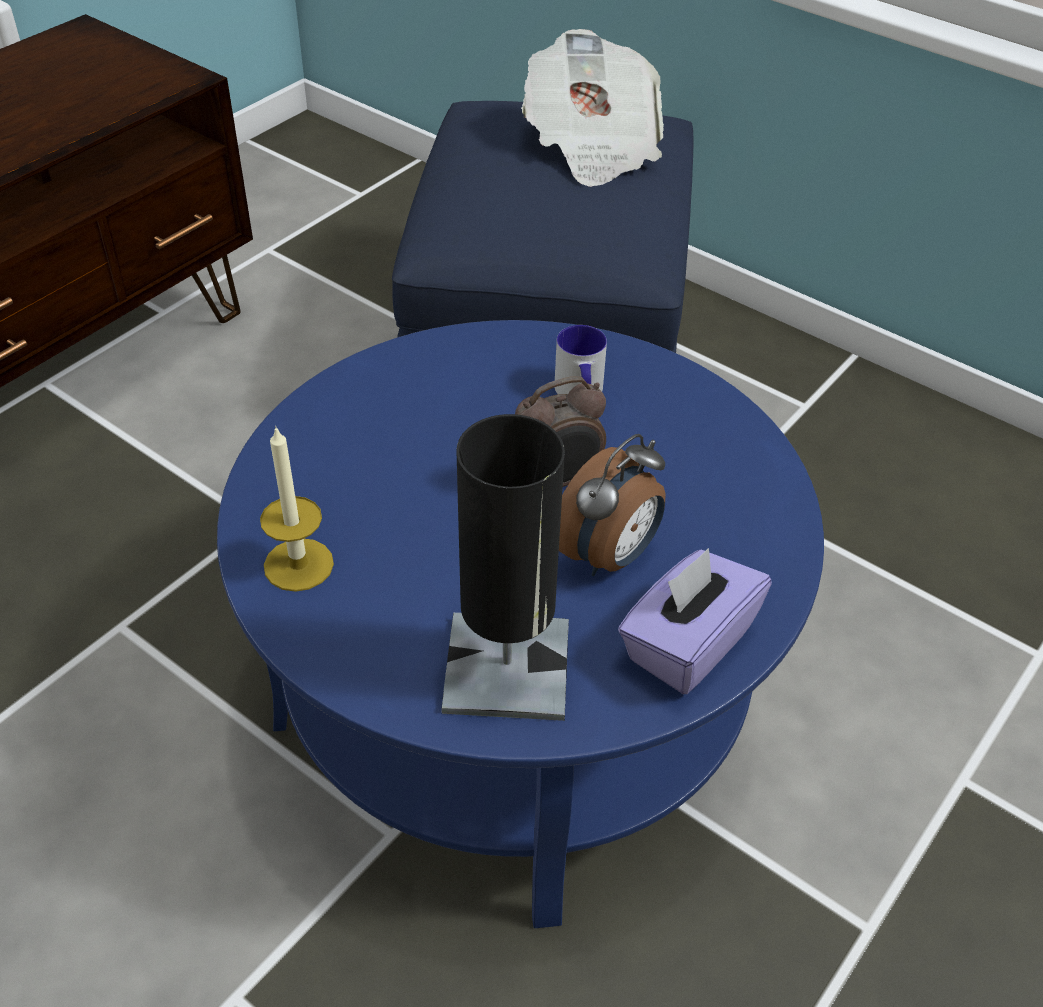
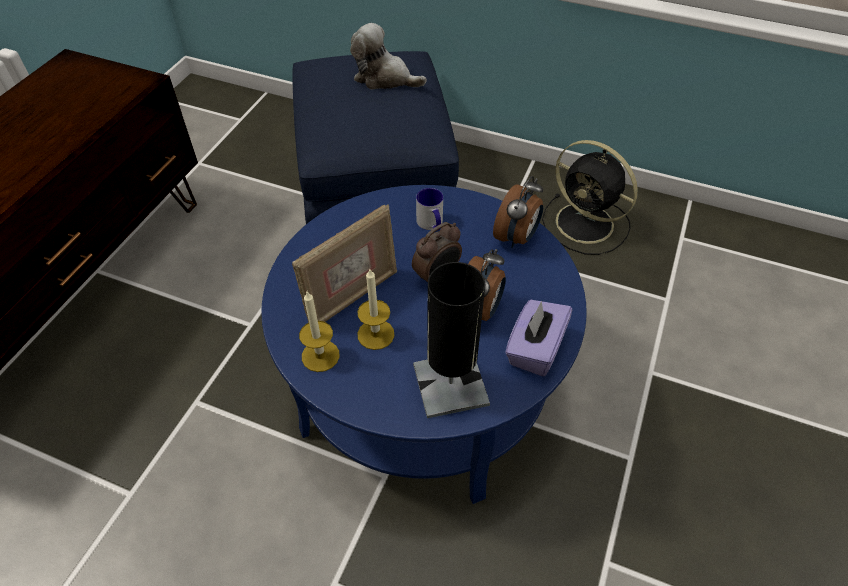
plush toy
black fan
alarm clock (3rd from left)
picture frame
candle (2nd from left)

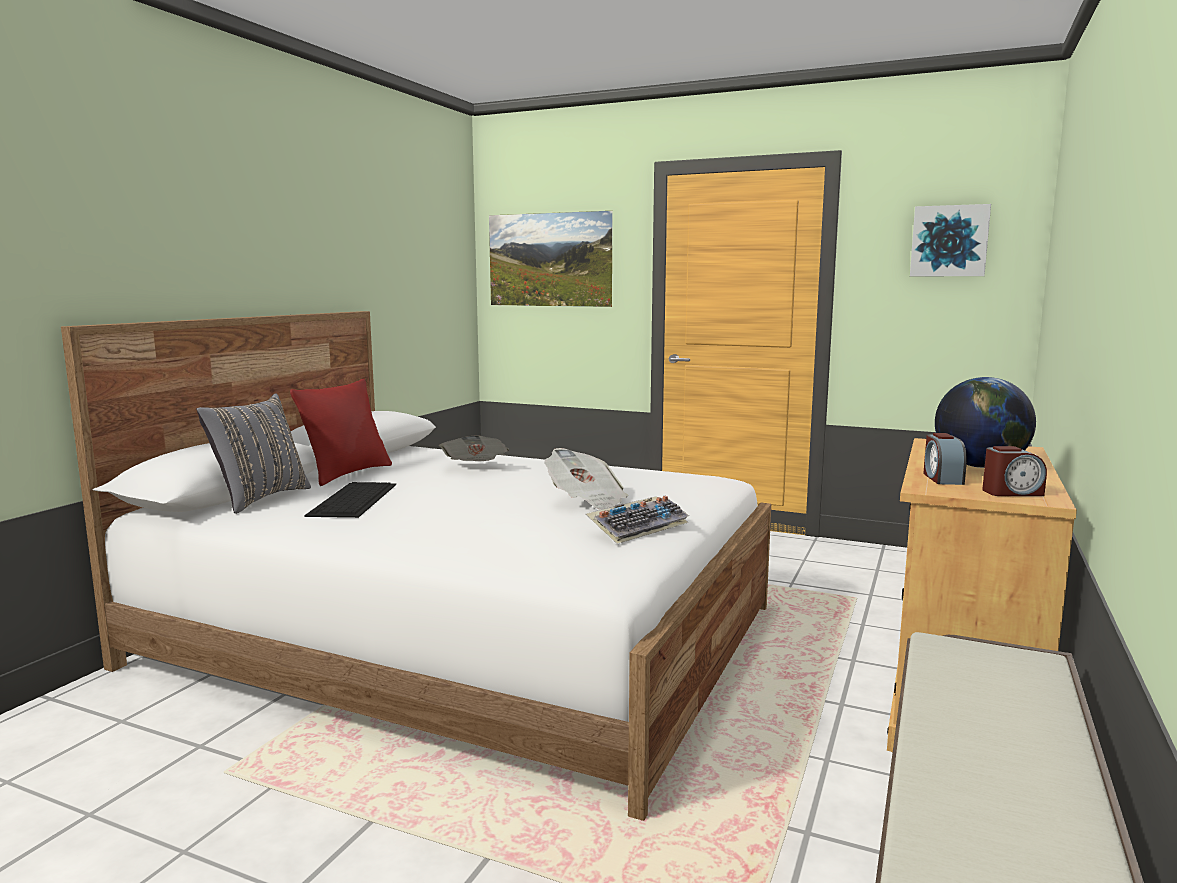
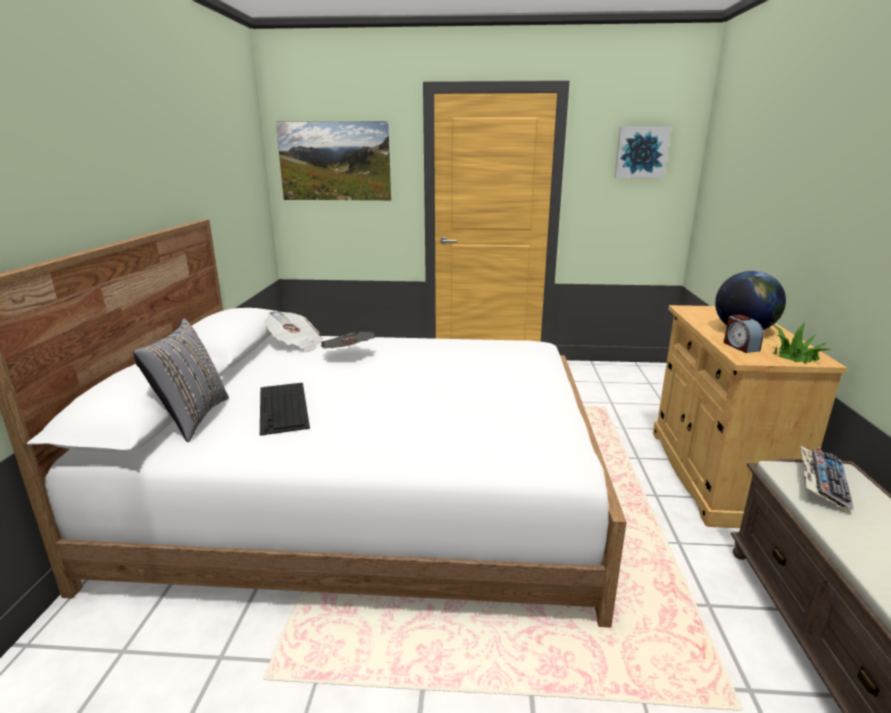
red pillow
potted plant
newspaper (1st from left)
keyboard (2nd from left)

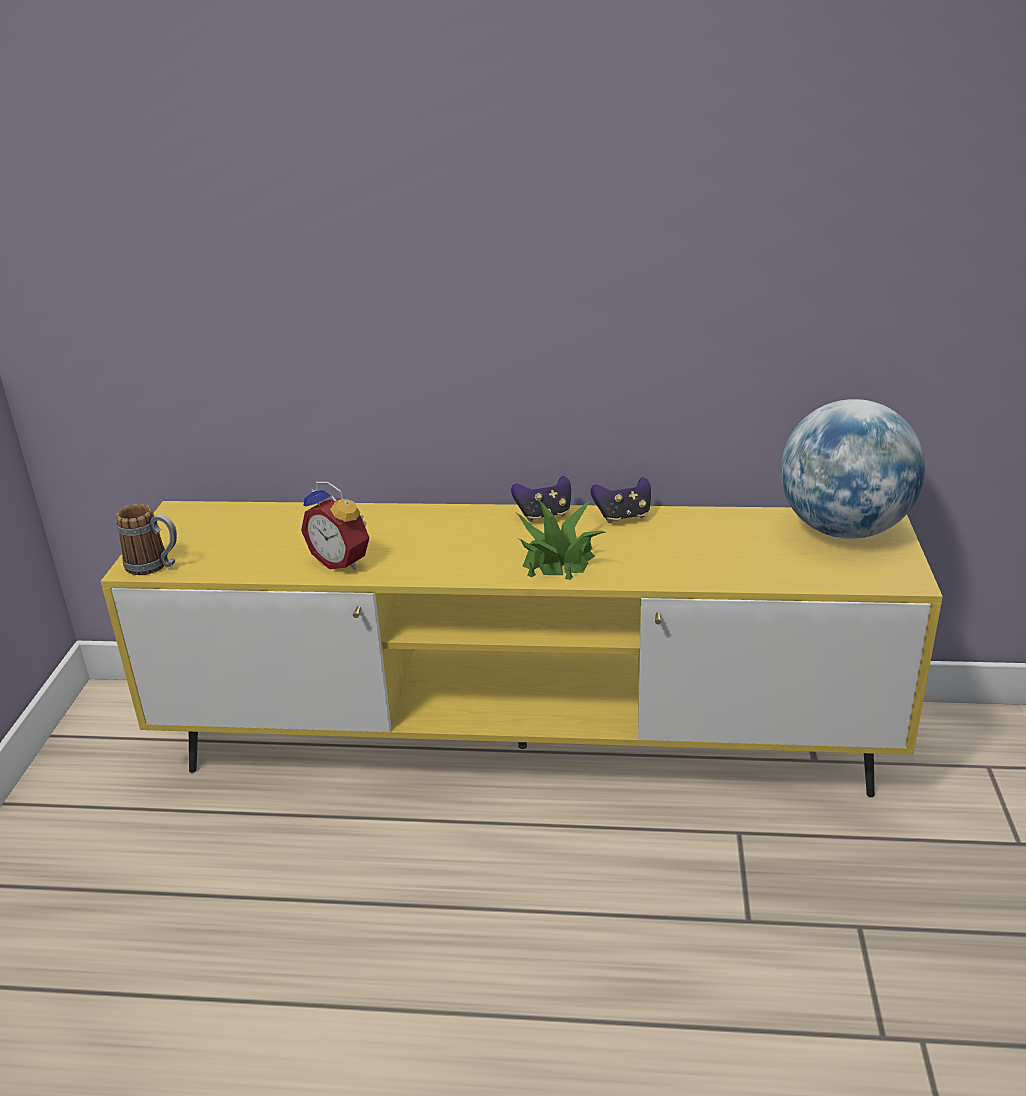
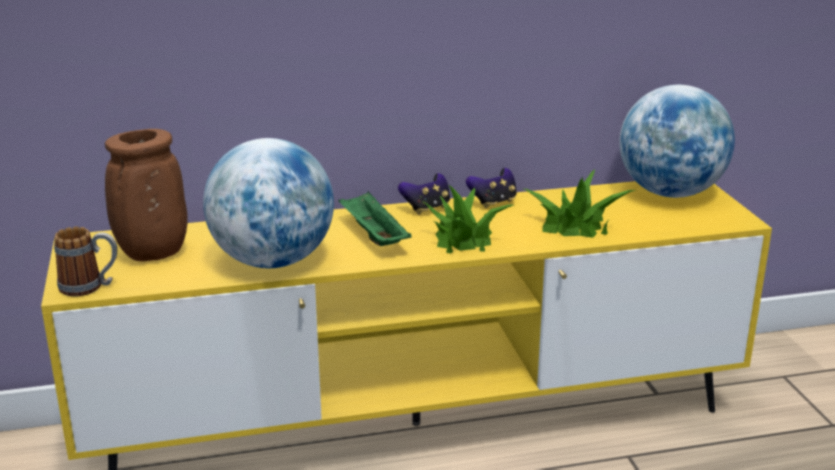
globe (1st from left)
brown vase
potted plant (2nd from left)
green tray

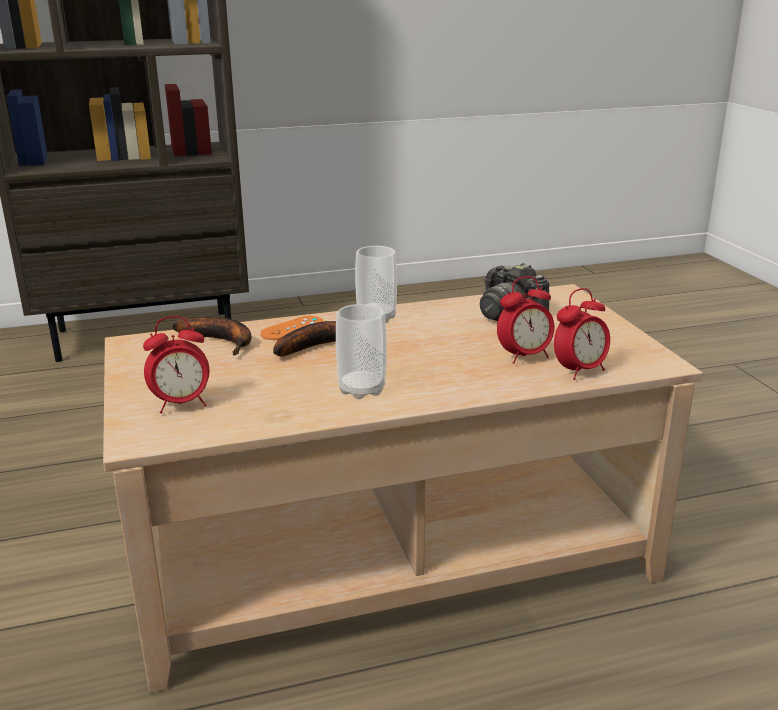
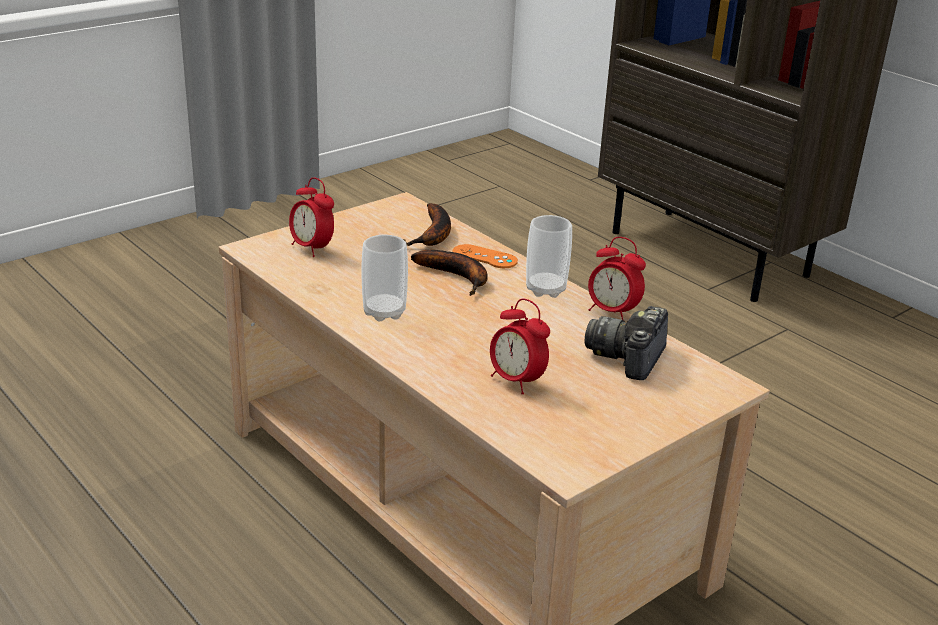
alarm clock (3rd from left)

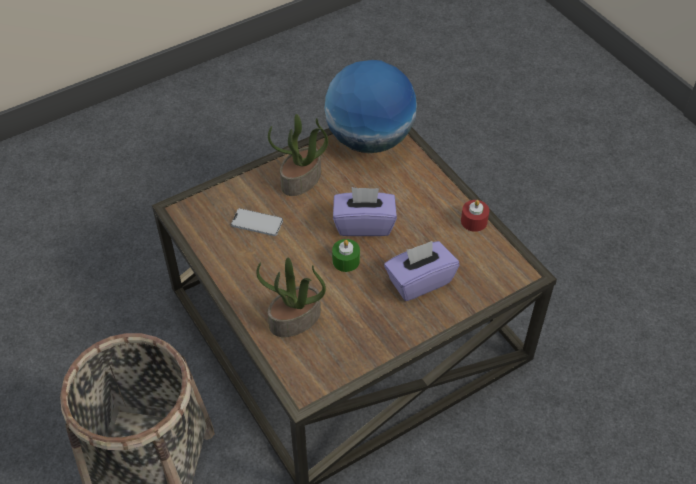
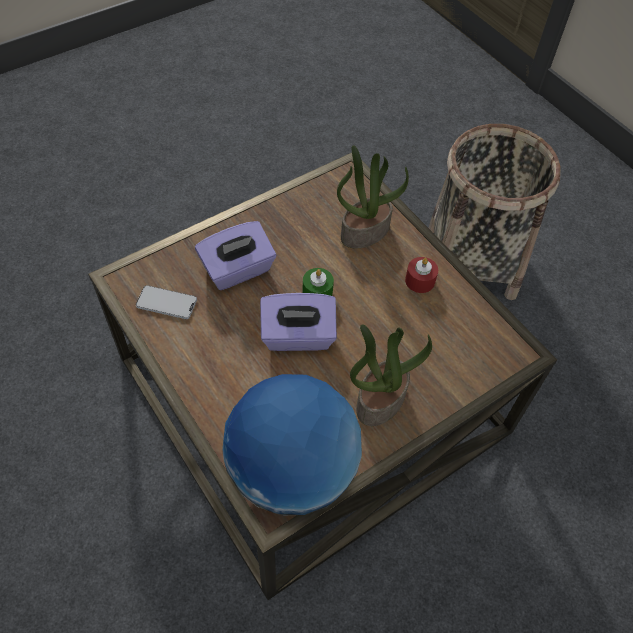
red candle
phone

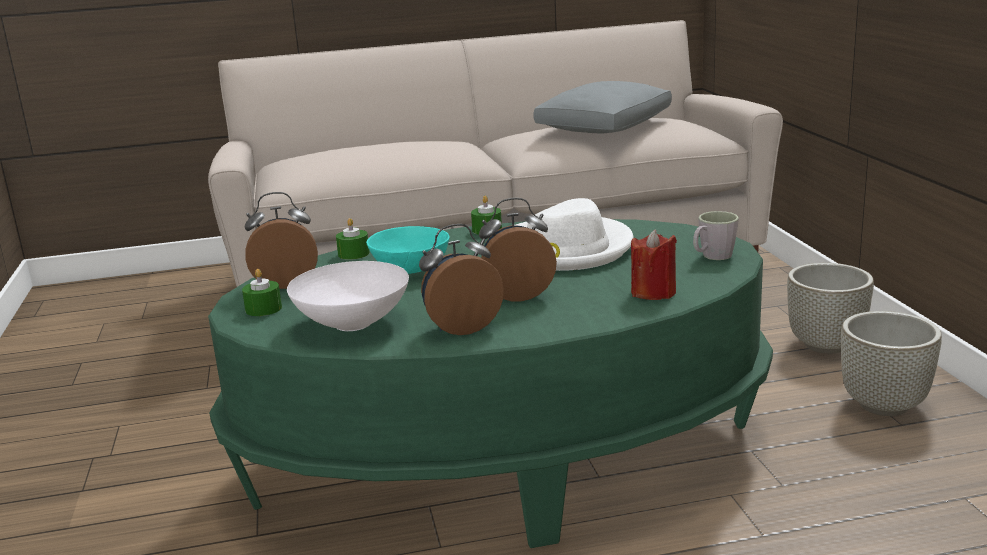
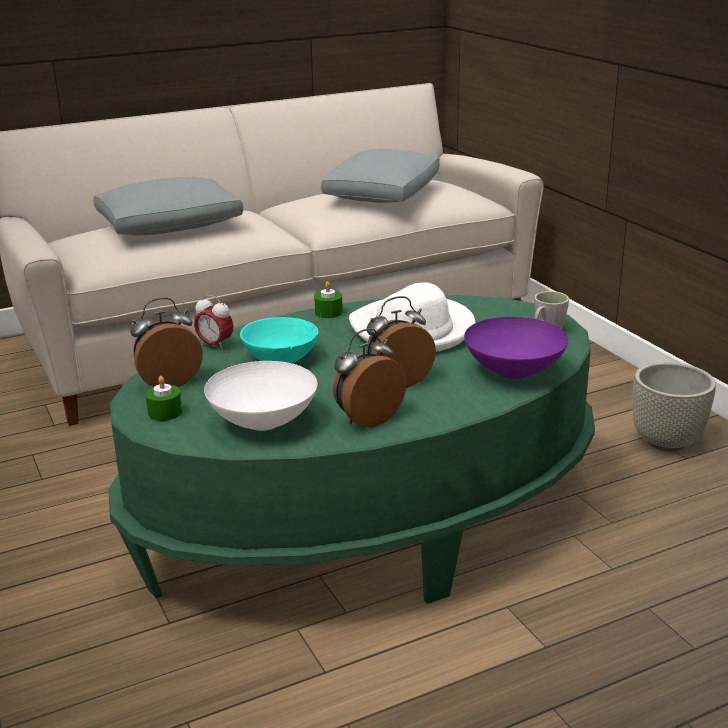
alarm clock (2nd from left)
purple bowl
grey planter (1st from left in the first image)
grey pillow (1st from left)

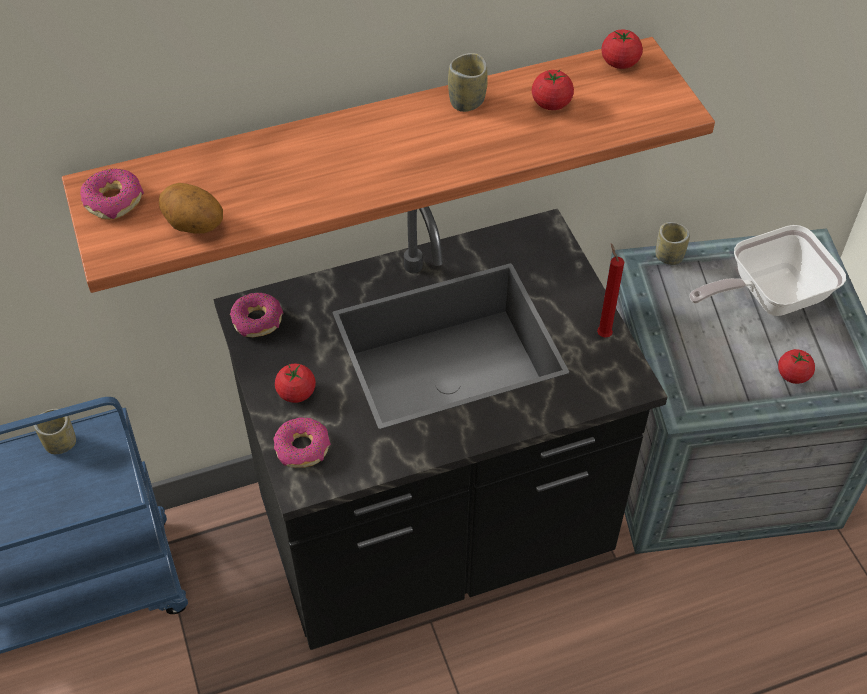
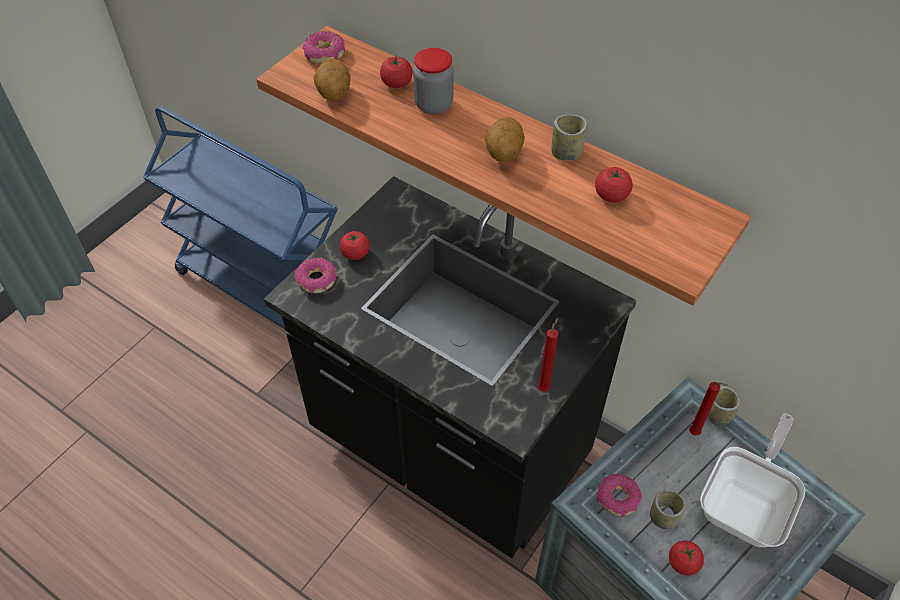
tomato (2nd from left)
frying pan
donut (3rd from left)
cup (2nd from left)
jar
potato (2nd from left)
red candle (2nd from left)

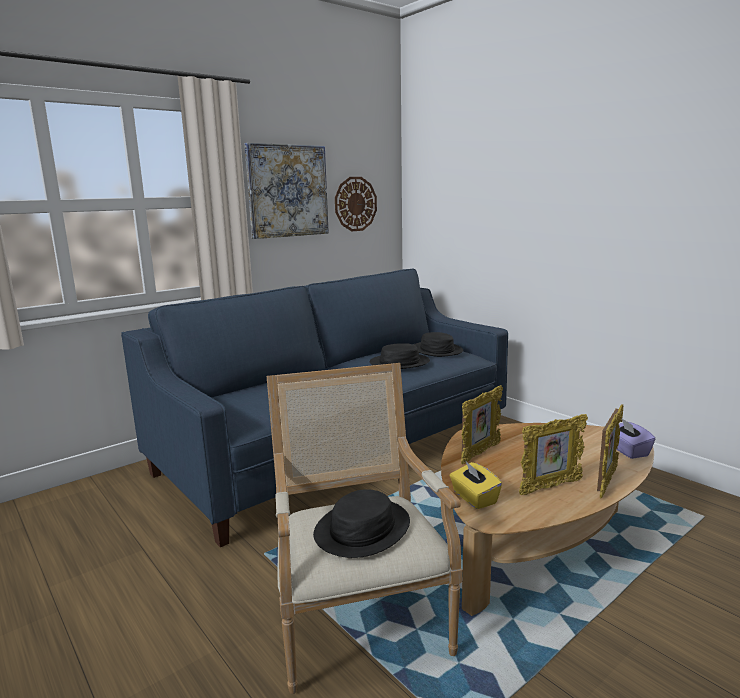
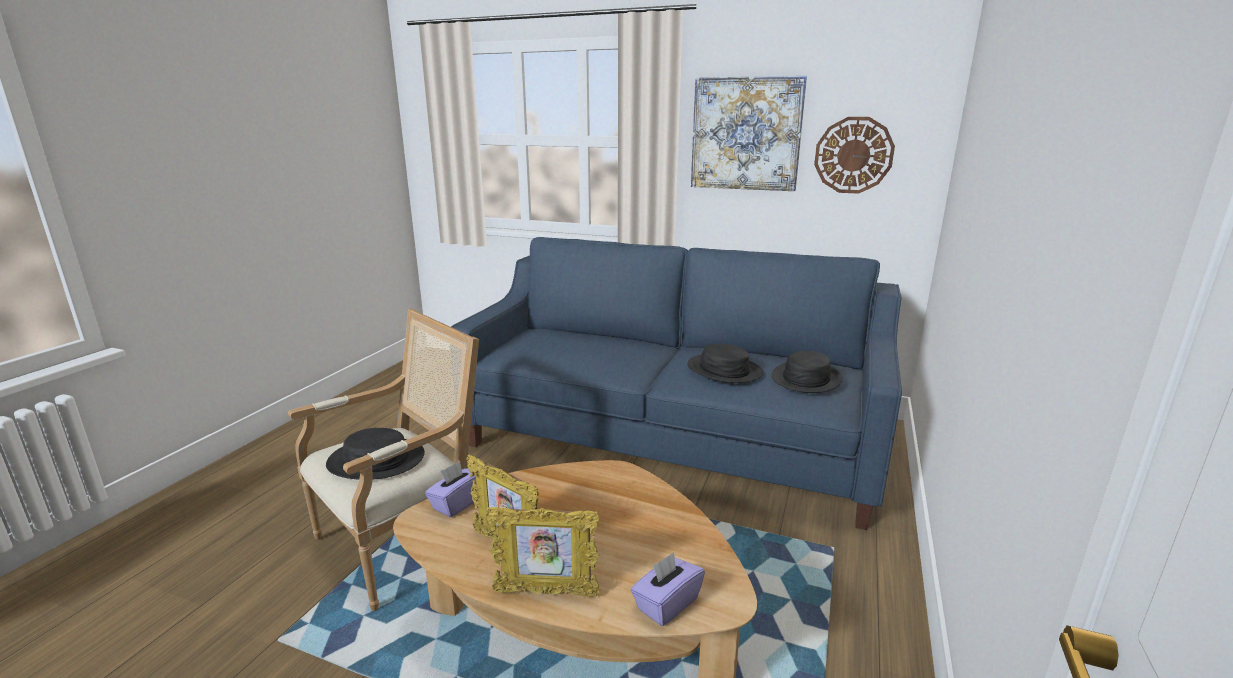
picture frame (1st from left in the first image)
purple tissue box (1st from left)

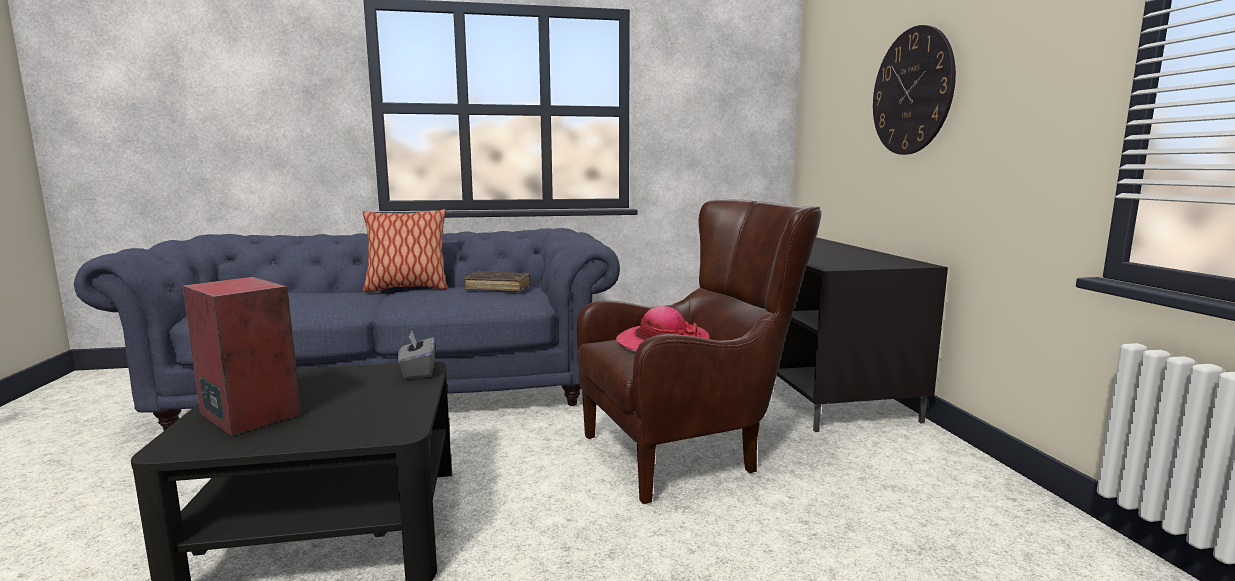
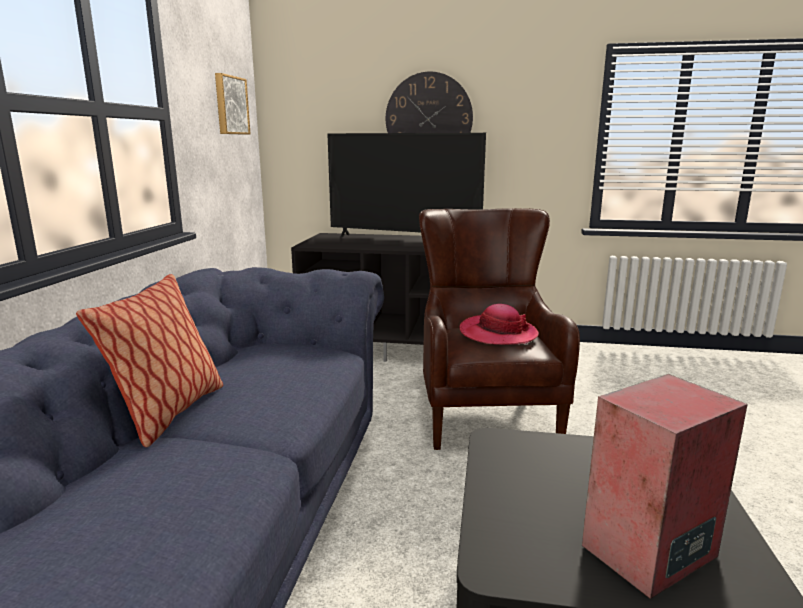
brown book
grey tissue box
picture
television

